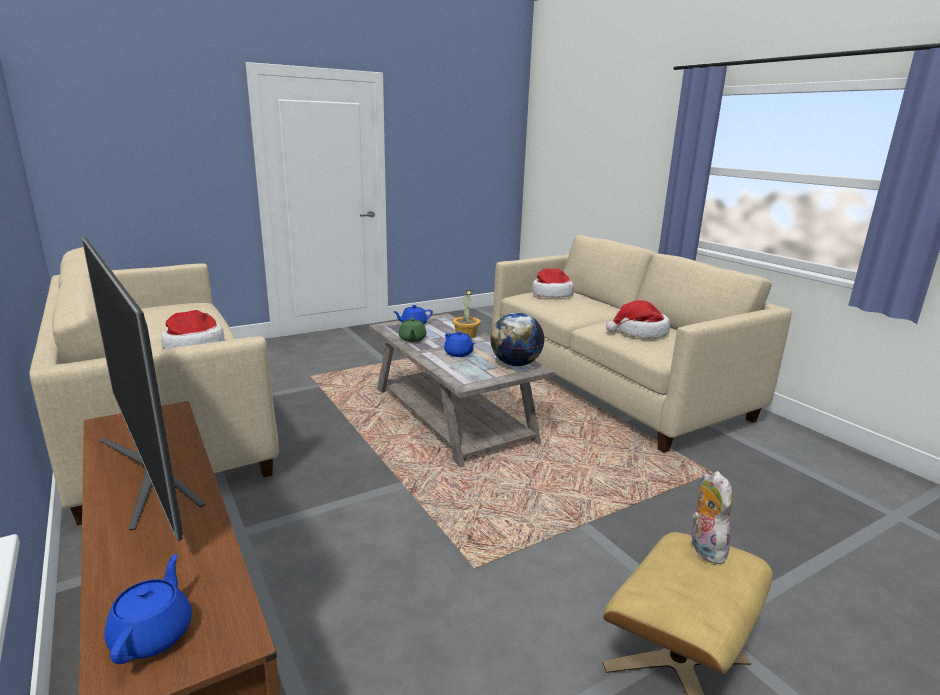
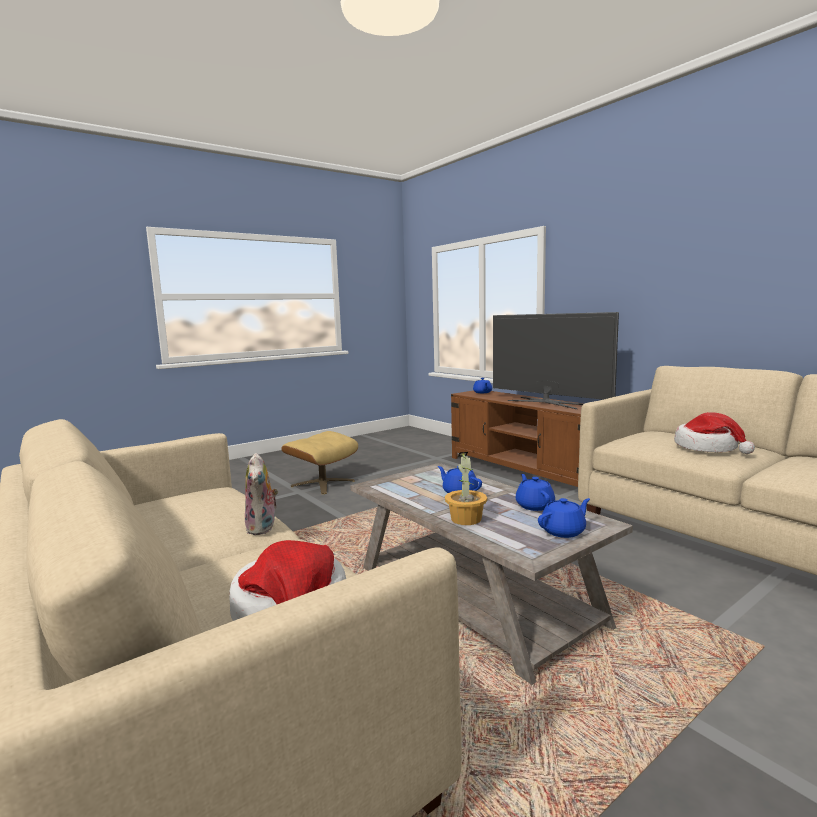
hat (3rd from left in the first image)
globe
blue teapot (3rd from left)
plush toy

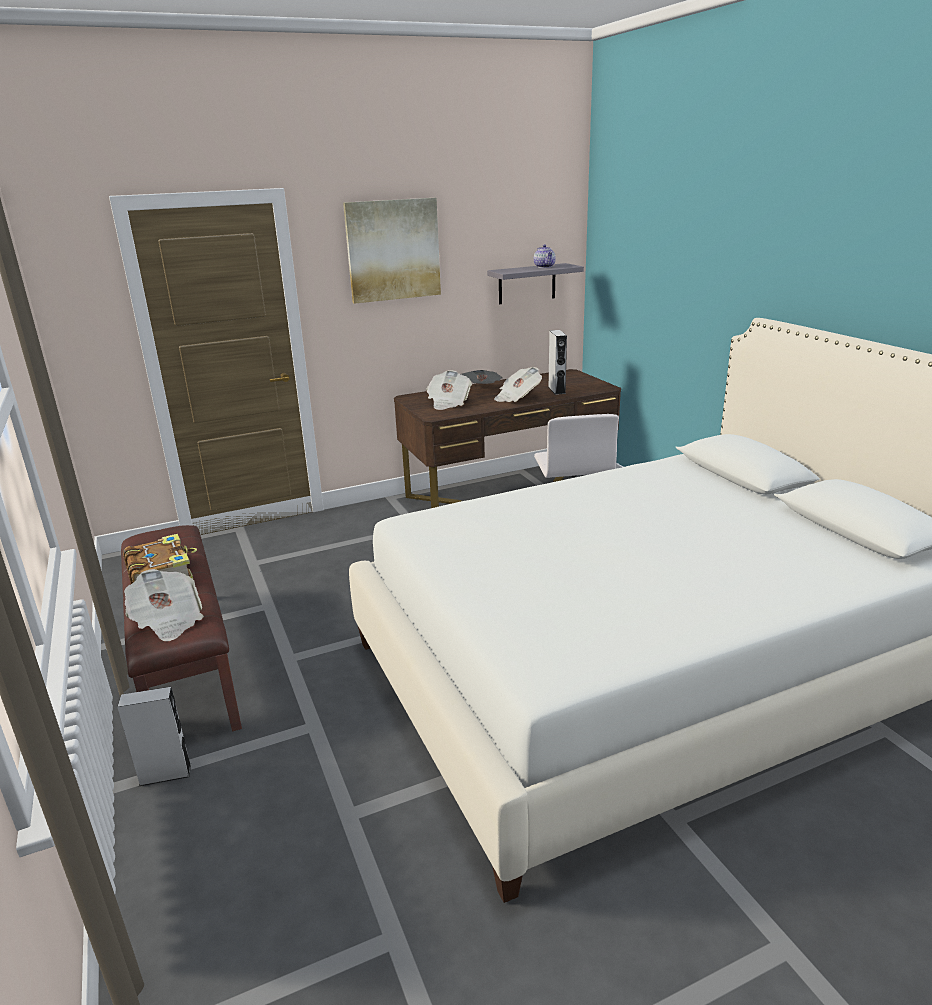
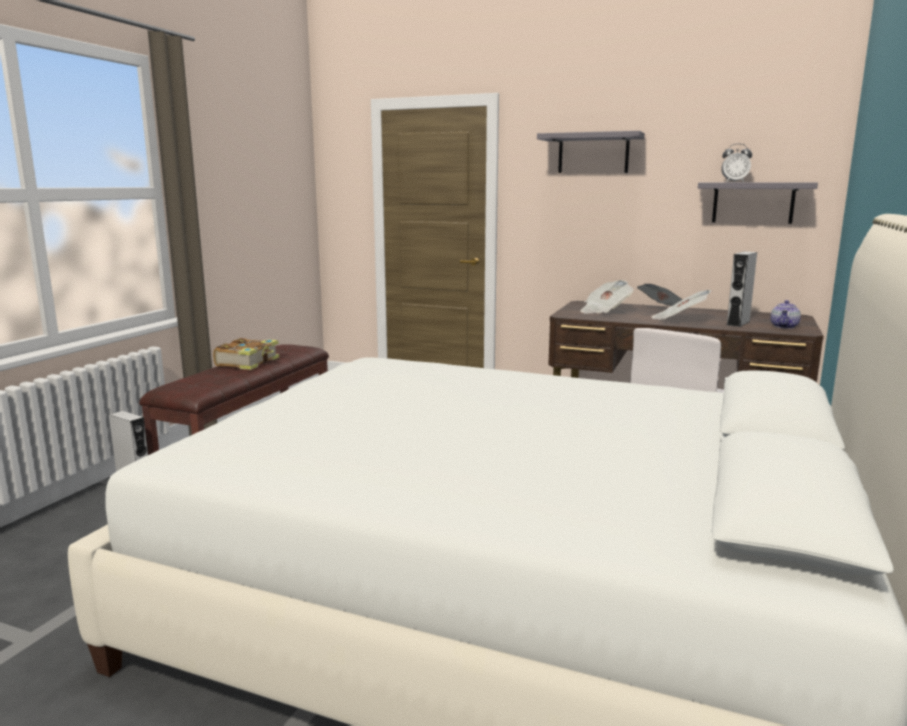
grey shelf (1st from left)
teapot
newspaper (1st from left in the first image)
alarm clock

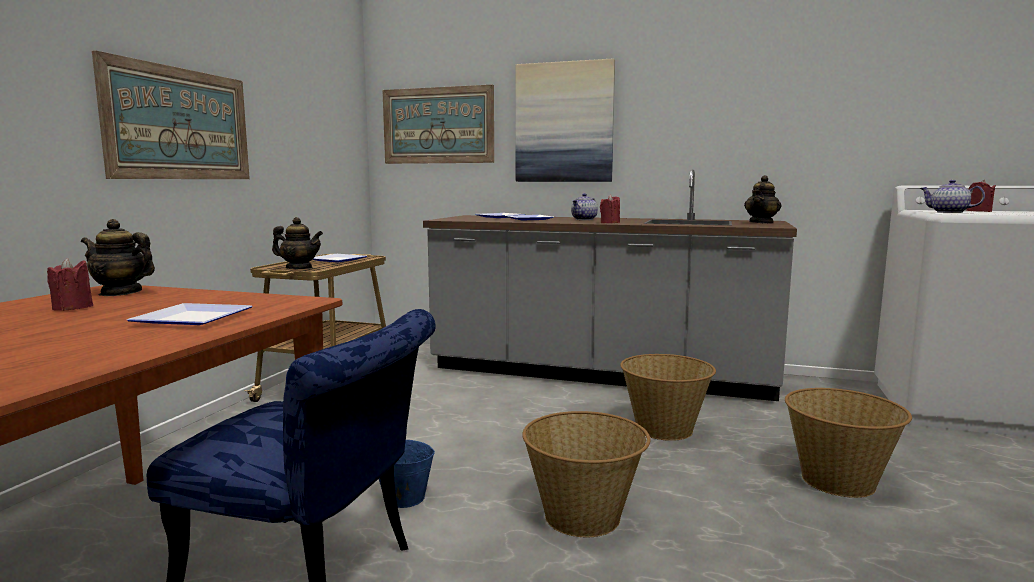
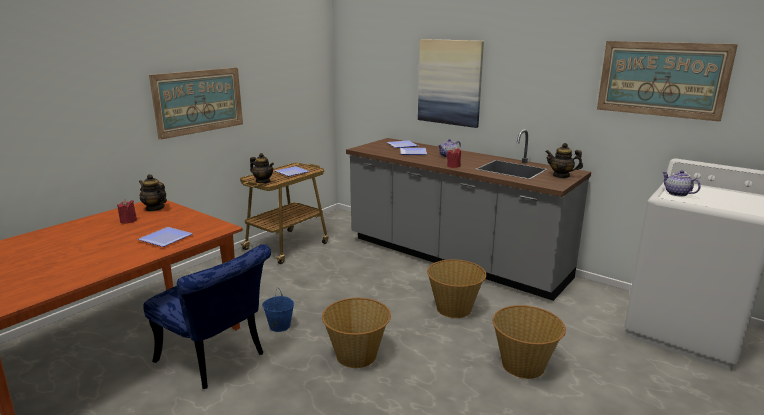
picture (3rd from left)
teapot (4th from left)
red candle (3rd from left in the first image)

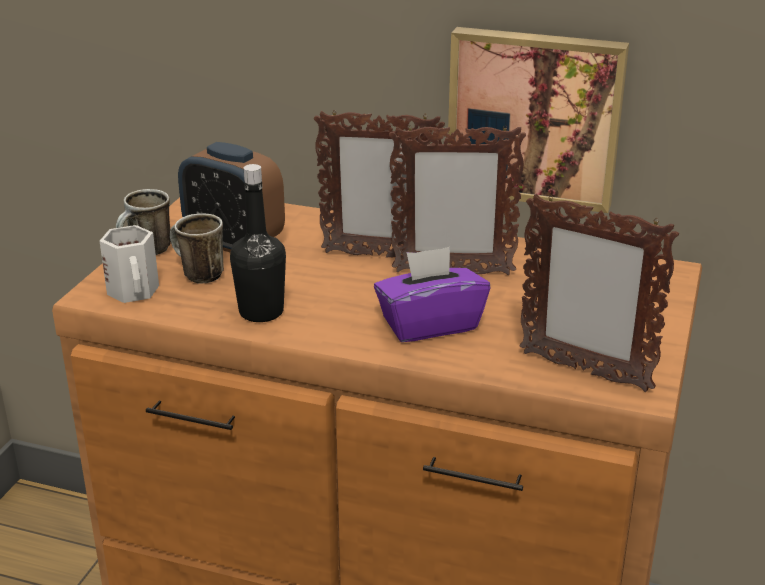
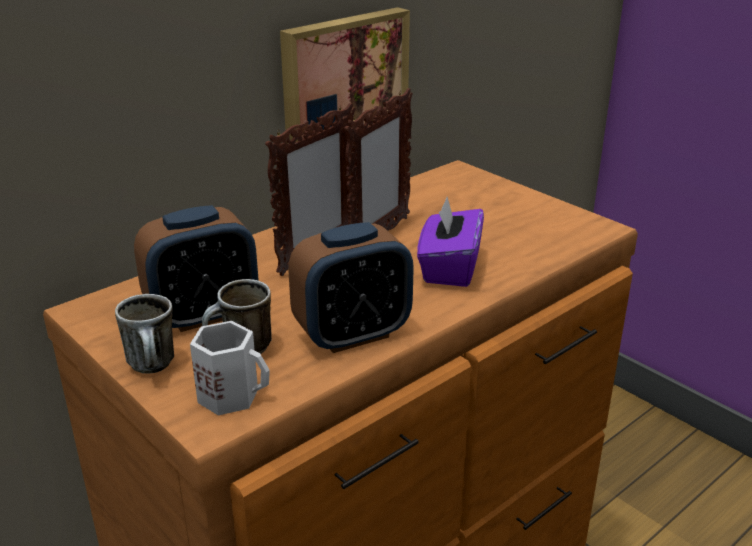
alarm clock (2nd from left)
picture frame (3rd from left in the first image)

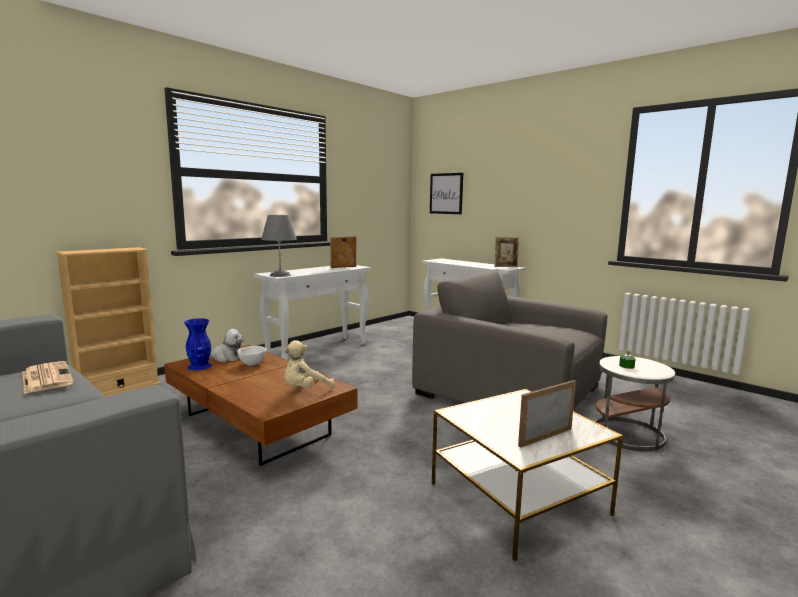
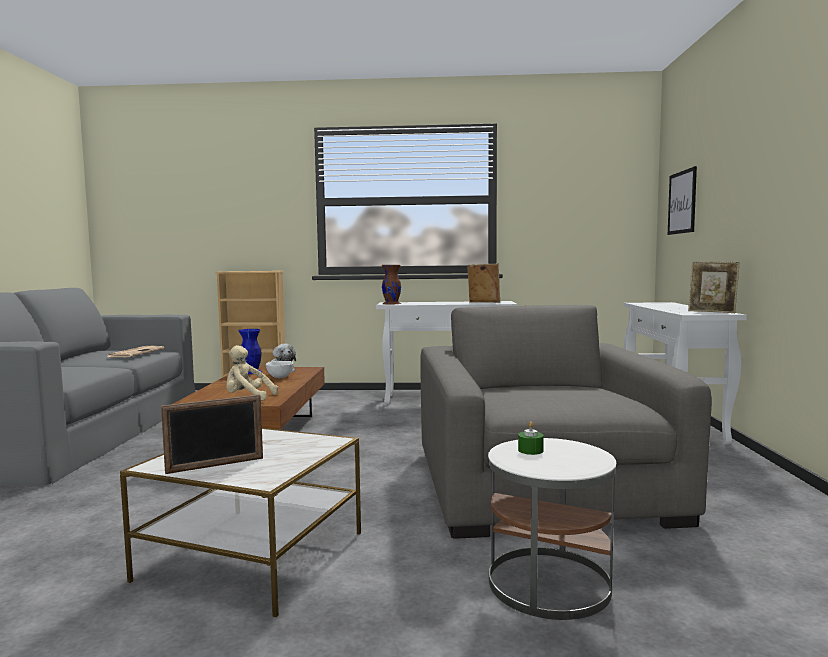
brown vase
picture frame (1st from left)

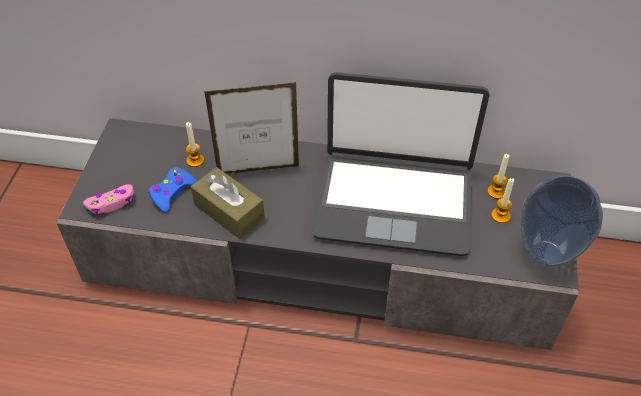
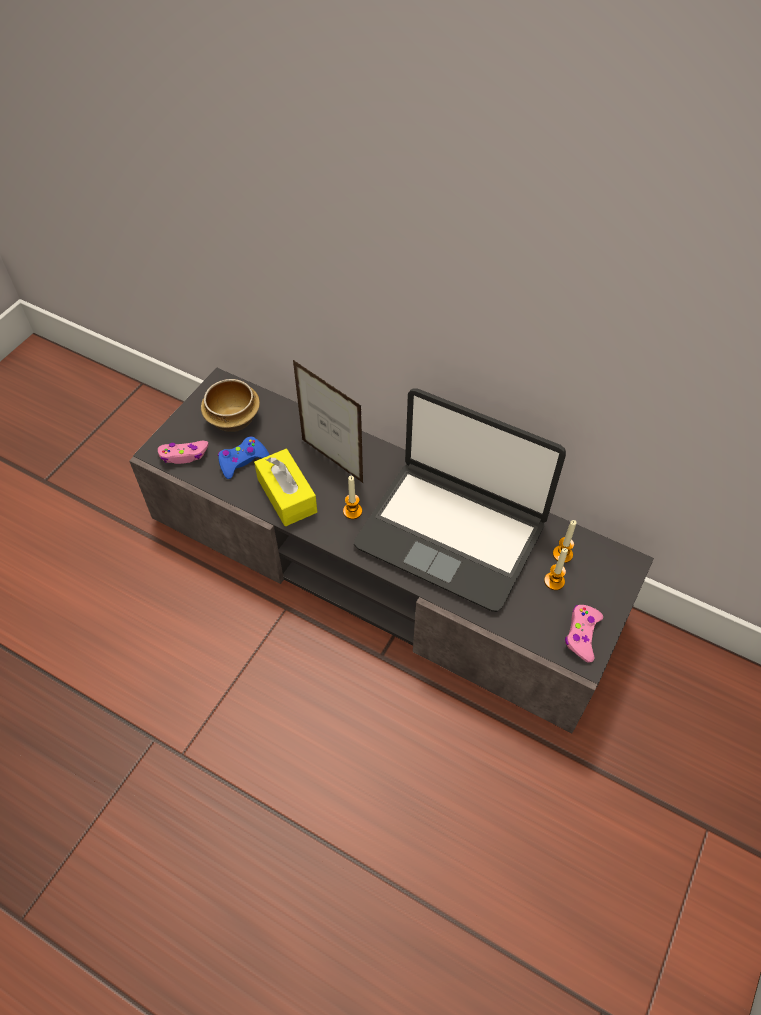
picture frame
candle (1st from left)
yellow tissue box
pink game controller (2nd from left)
bowl

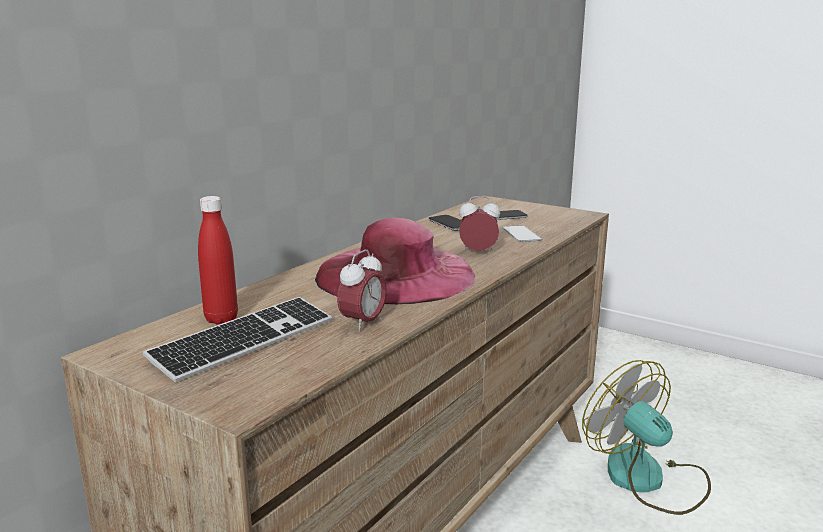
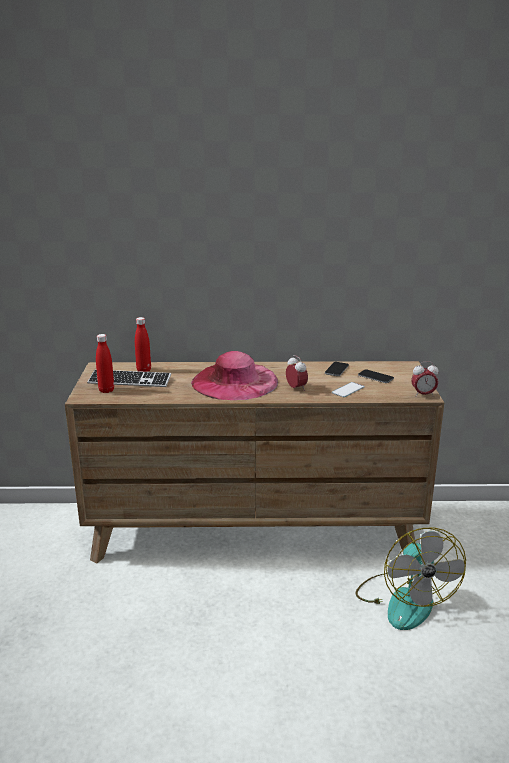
alarm clock (2nd from left)
fan
red bottle (1st from left)

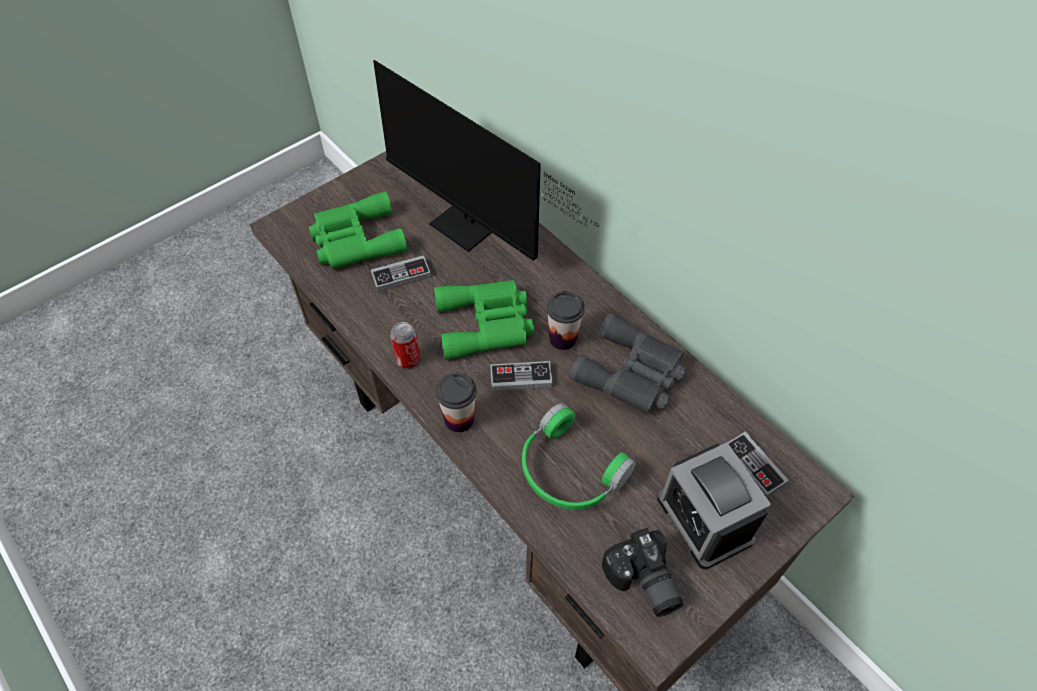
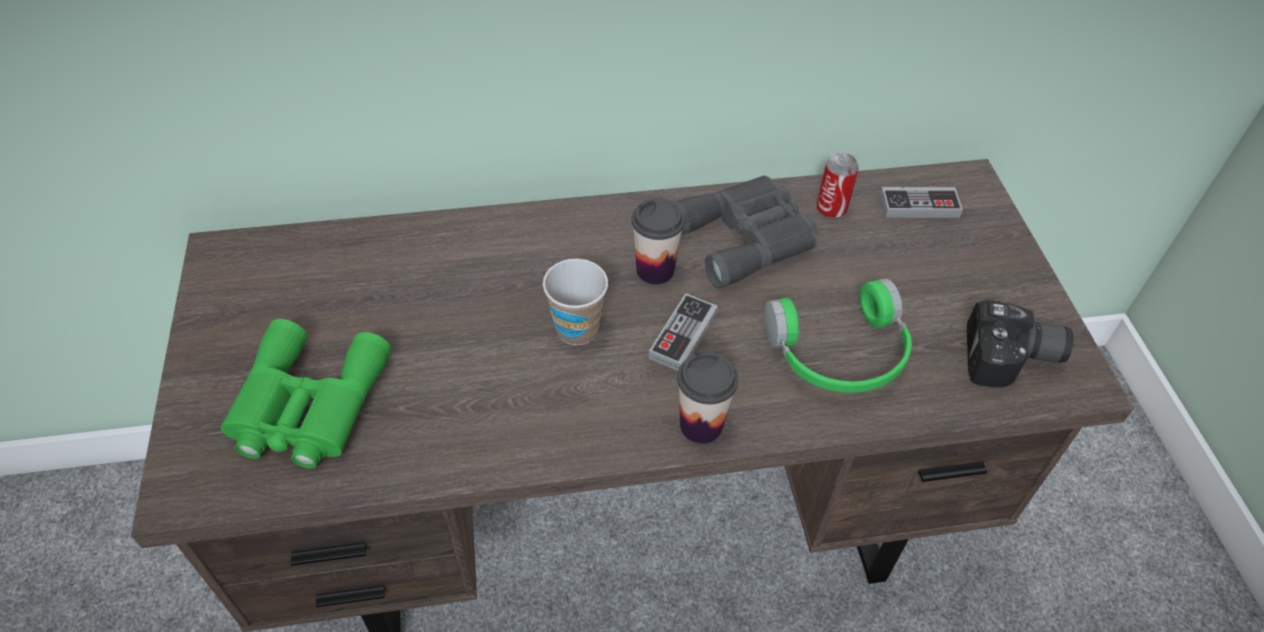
monitor
game controller (1st from left in the first image)
cup (1st from left)
can
alarm clock

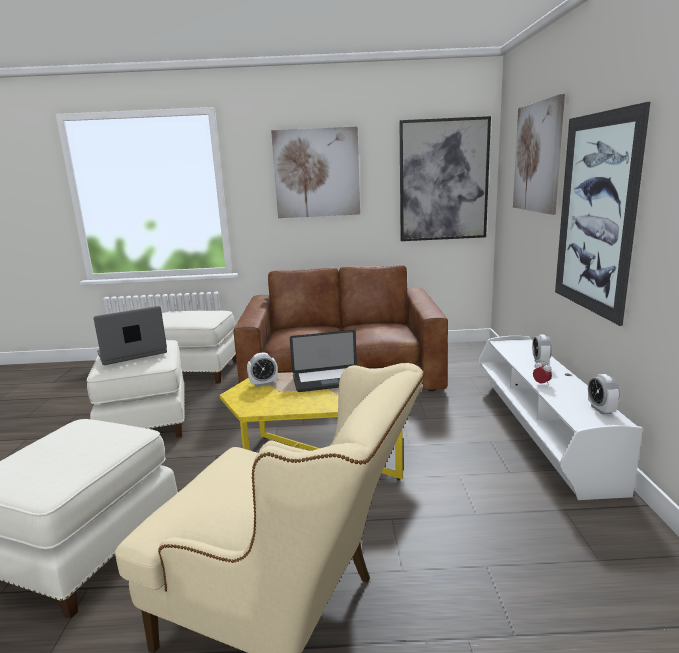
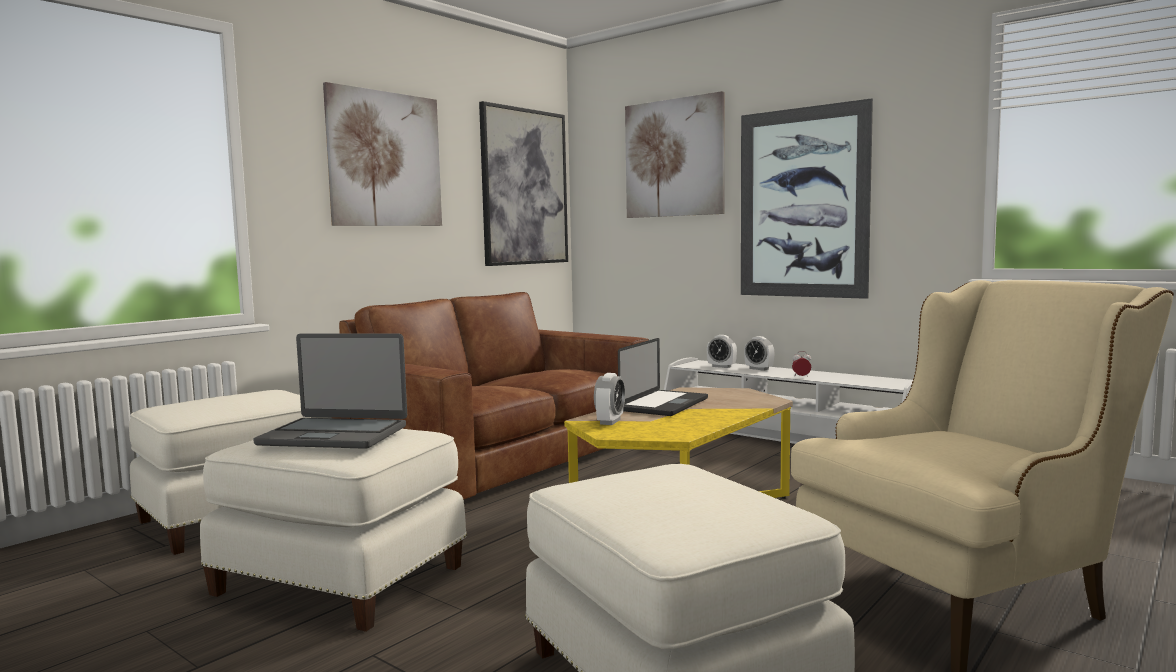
laptop (1st from left)
alarm clock (2nd from left)

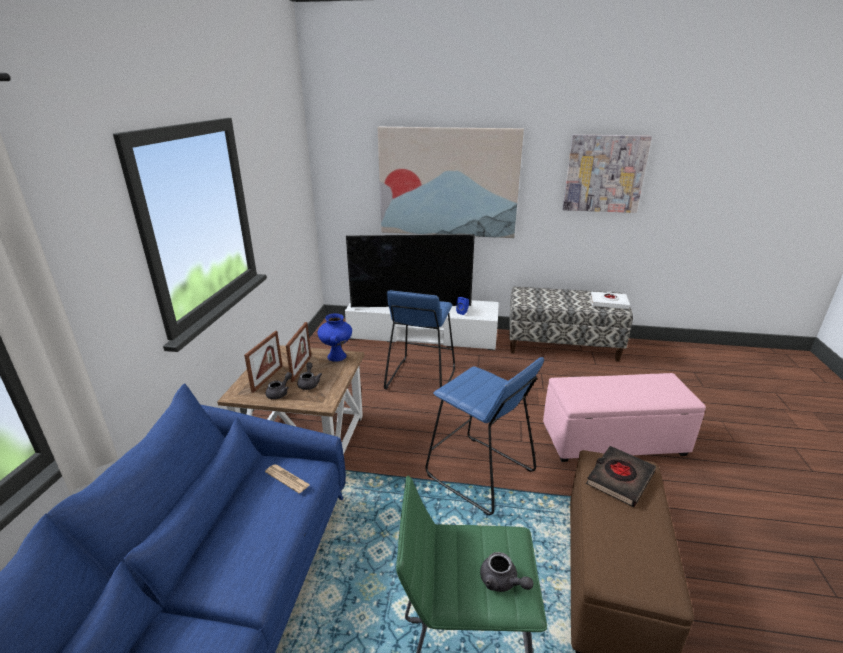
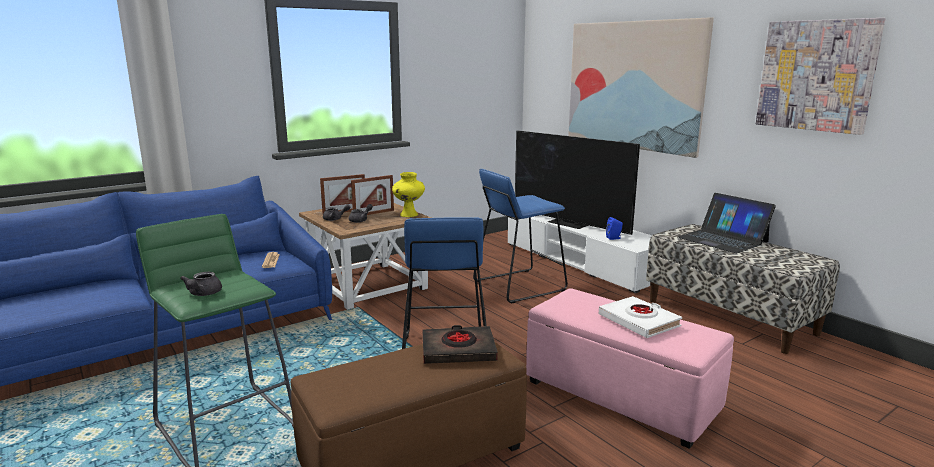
white book
yellow vase
laptop

